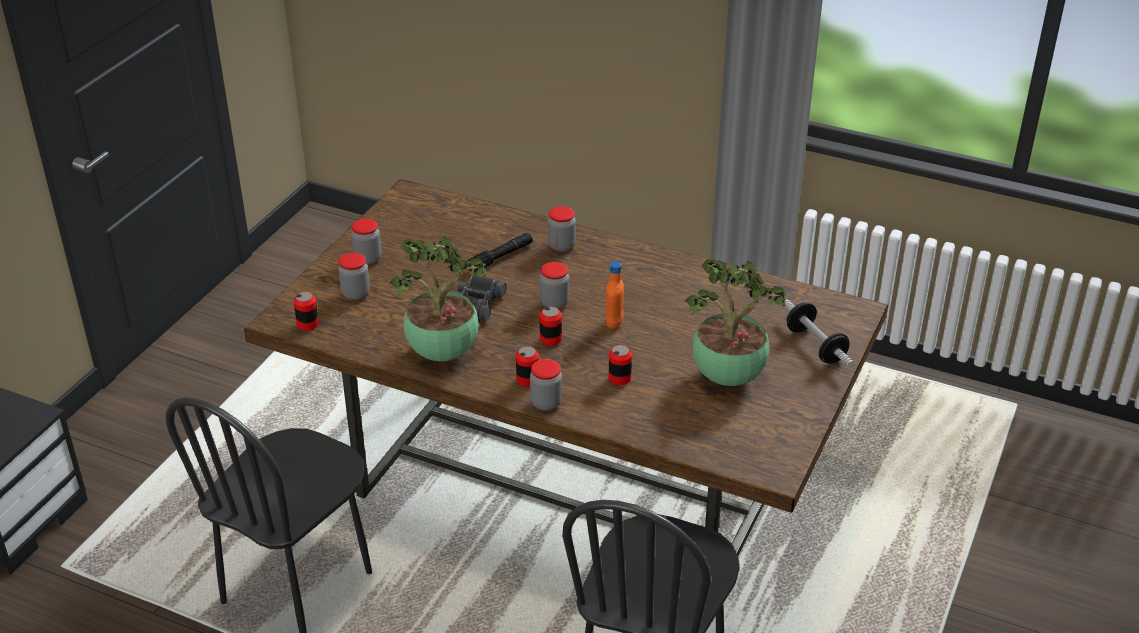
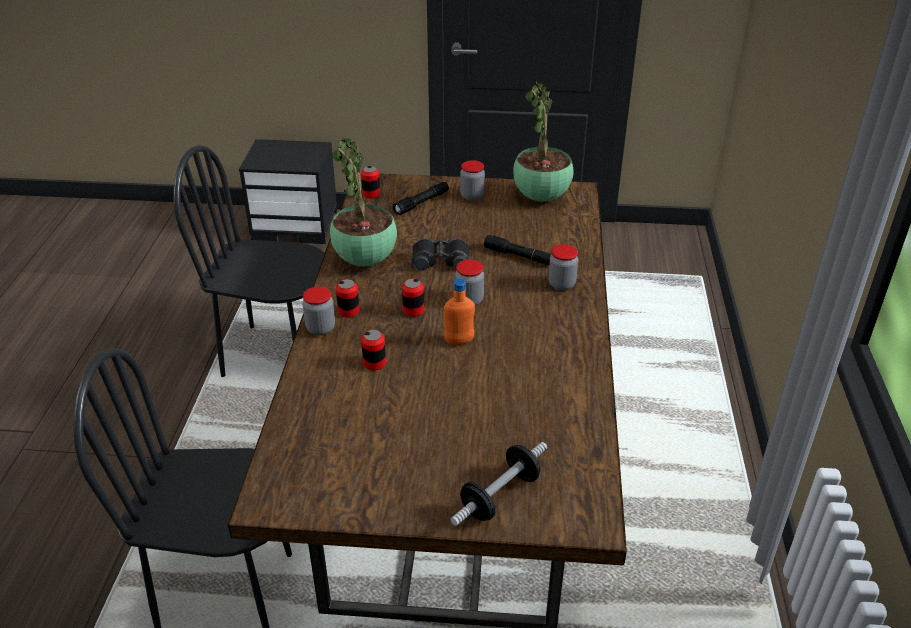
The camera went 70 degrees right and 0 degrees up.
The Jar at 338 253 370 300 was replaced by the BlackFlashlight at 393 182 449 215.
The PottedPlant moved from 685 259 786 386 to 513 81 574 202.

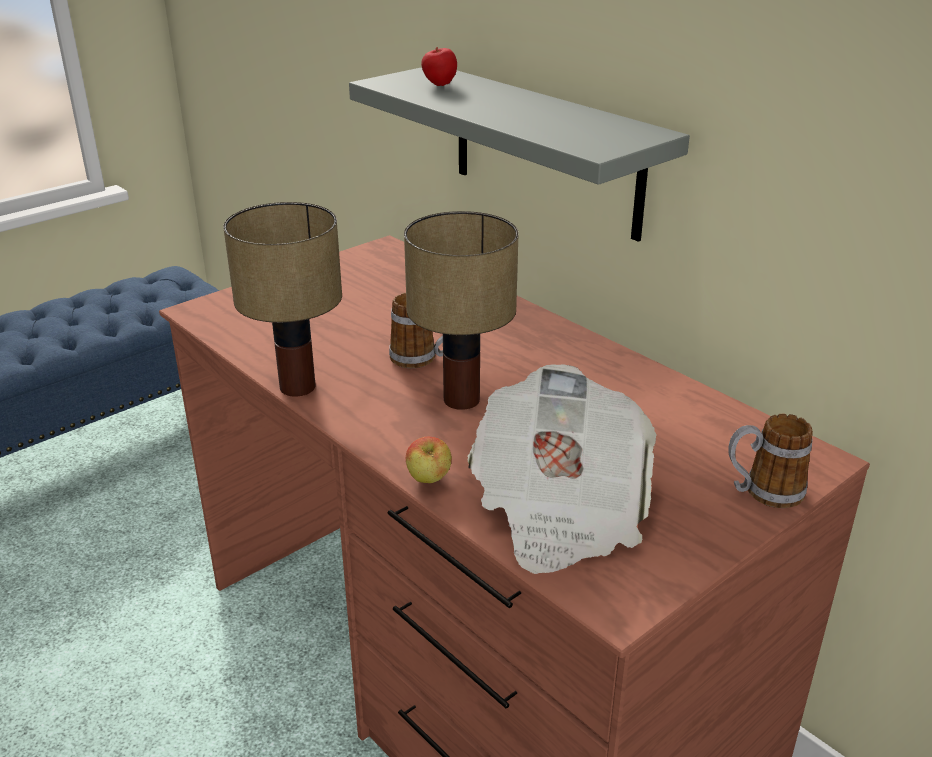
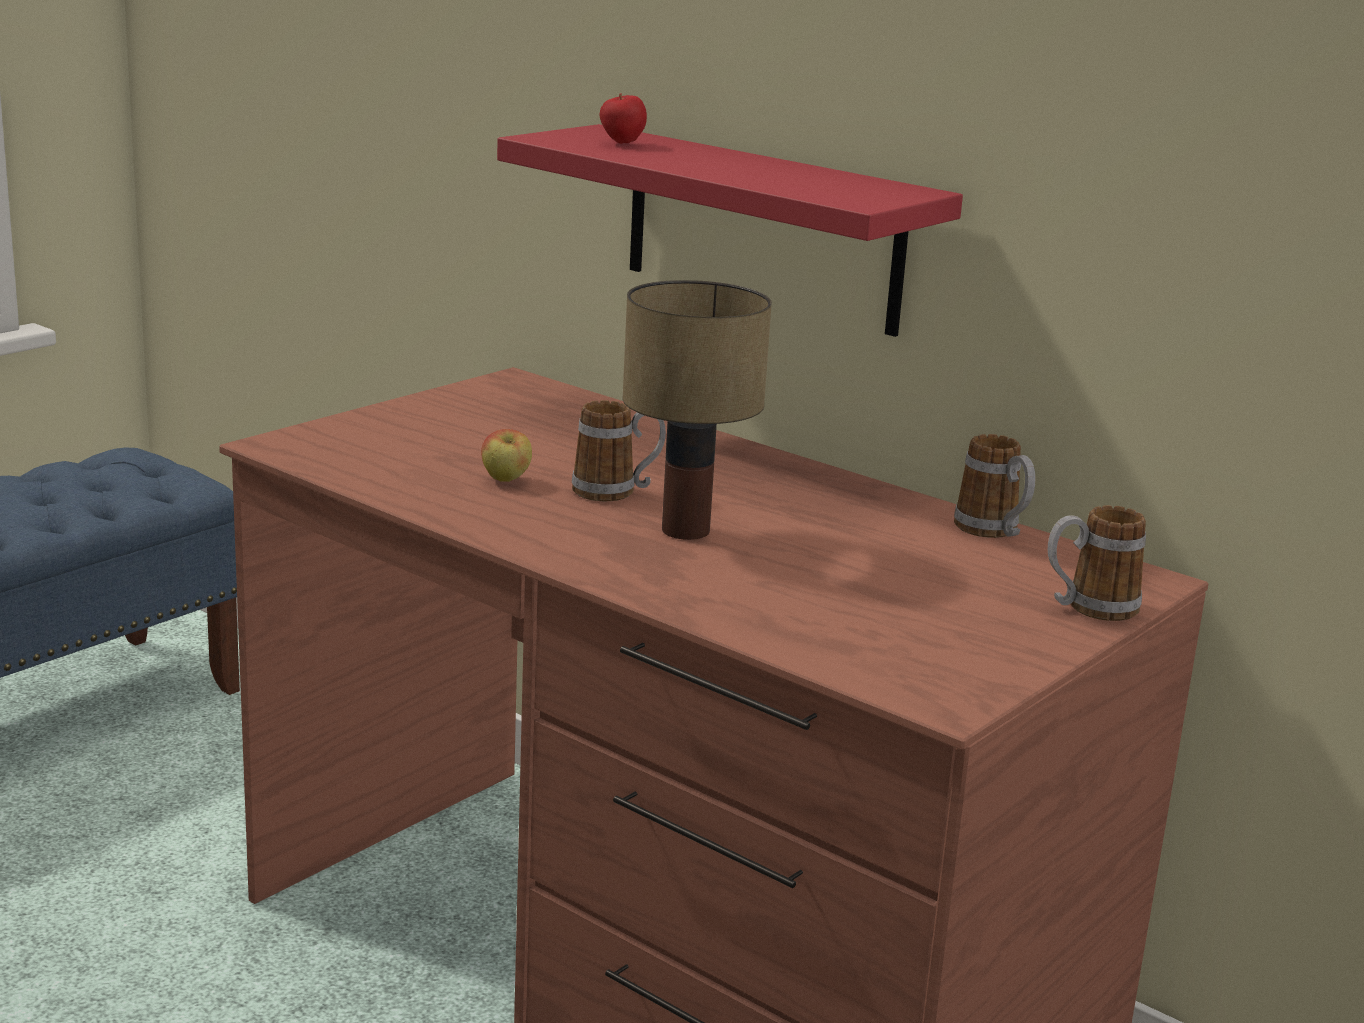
The camera went 10 degrees left and 10 degrees down.
The TableLamp at 223 202 342 397 disappeared.
The GreyShelf at 349 67 690 242 became the RedShelf at 497 124 963 337.
The Apple moved from 406 437 452 483 to 481 429 532 482.
The Newspaper at 468 364 657 574 disappeared.
The Mug at 954 434 1035 538 appeared.

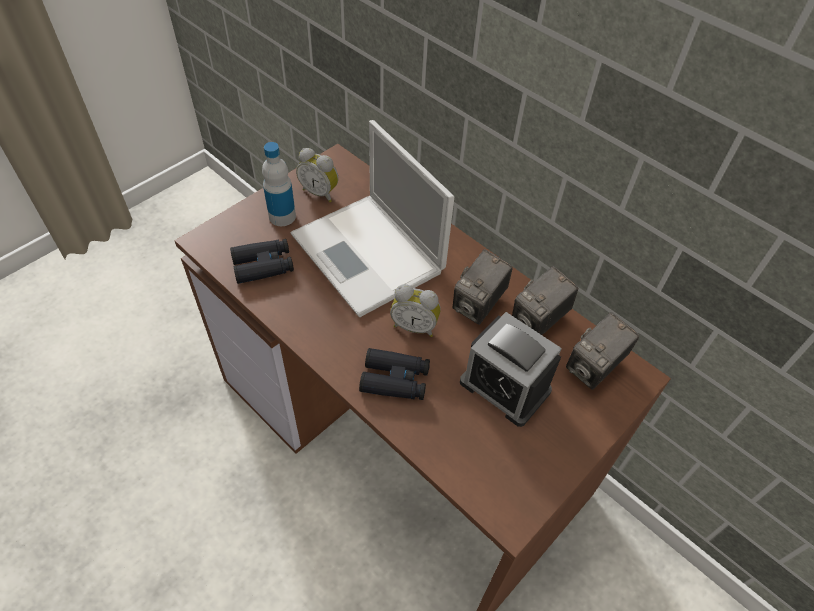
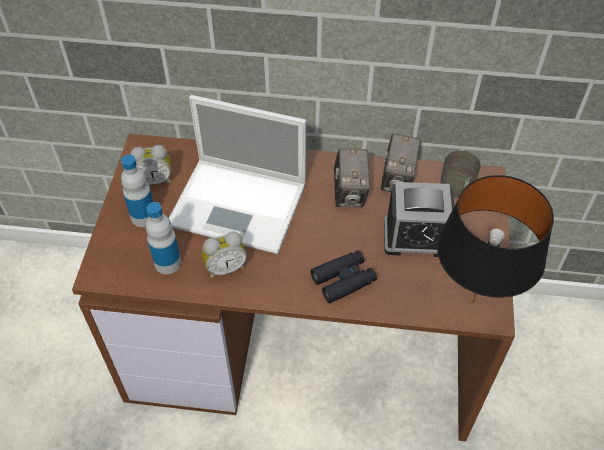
The camera went 35 degrees left and 0 degrees up.
The BlackBinoculars at 230 239 294 284 was replaced by the Bottle at 146 202 181 274.
The AlarmClock moved from 390 284 441 337 to 202 232 247 279.
The PhotoCamera at 566 312 639 390 was replaced by the GreyMug at 440 151 480 198.
The BlackTableLamp at 437 175 554 304 appeared.

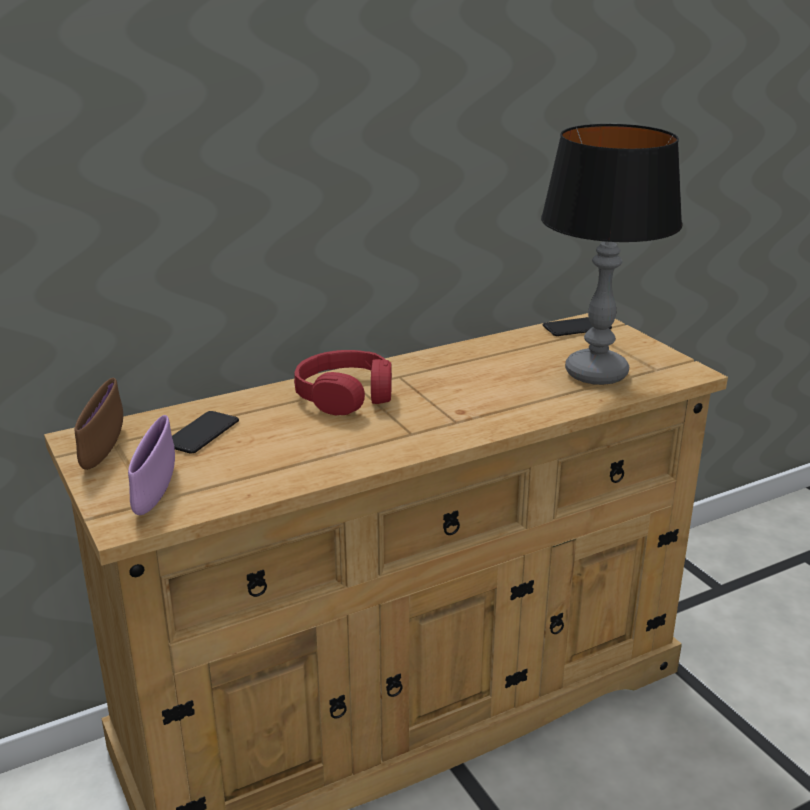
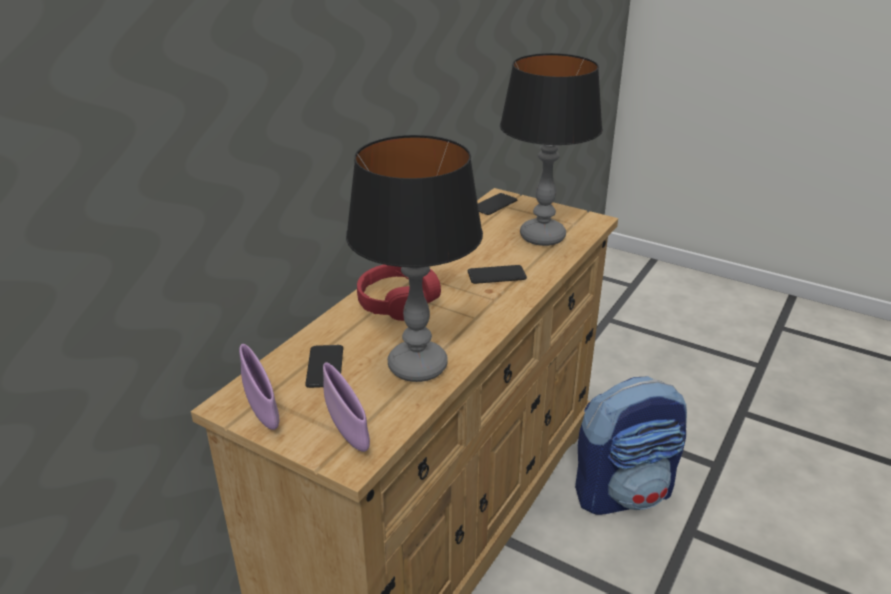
The camera went 30 degrees left and 5 degrees up.
The BrownBowl at 75 378 123 470 became the PurpleBowl at 239 344 279 430.
The TableLamp at 346 135 483 382 appeared.
The Phone at 468 265 527 284 appeared.
The Backpack at 575 376 687 515 appeared.

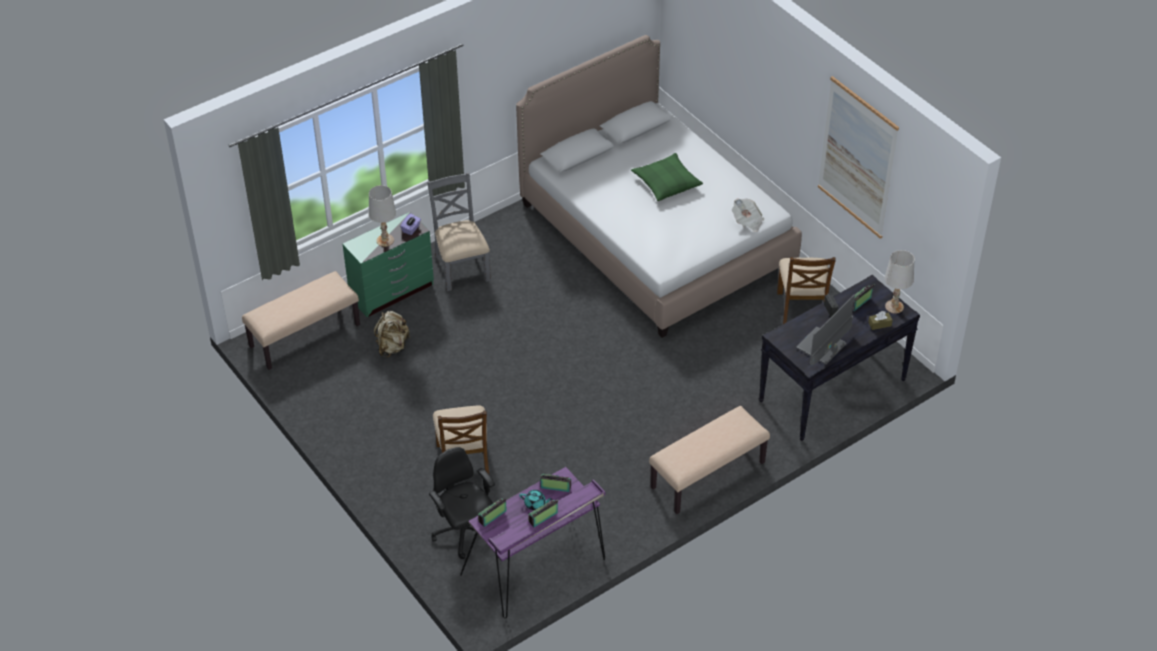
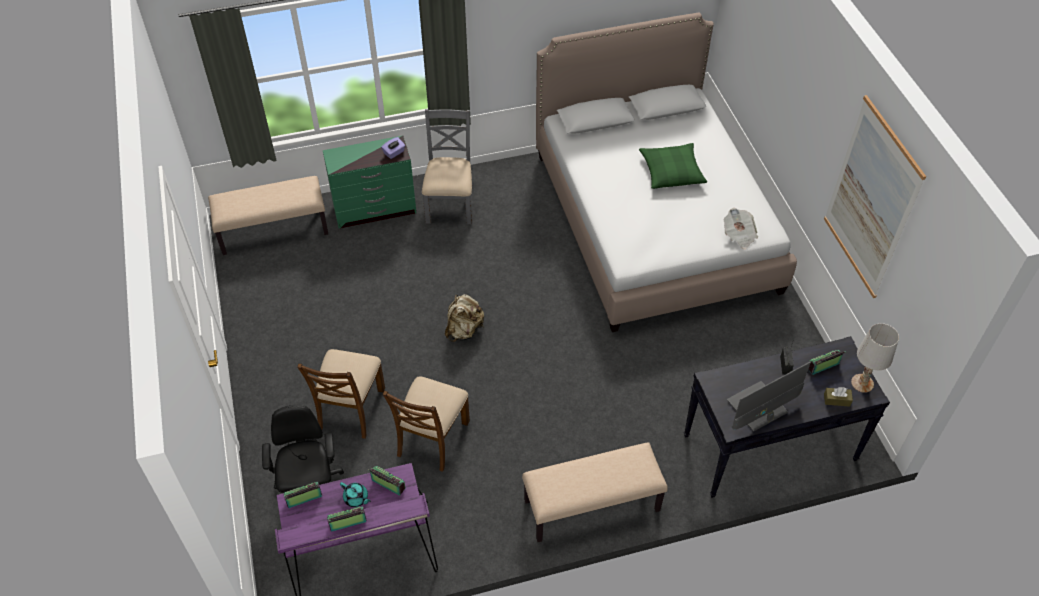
The camera went 20 degrees right and 5 degrees up.
The WhiteTableLamp at 369 185 396 247 disappeared.
The BeigeBackpack moved from 374 311 410 358 to 445 294 484 342.
The BrownChair moved from 777 257 836 324 to 383 376 470 472.

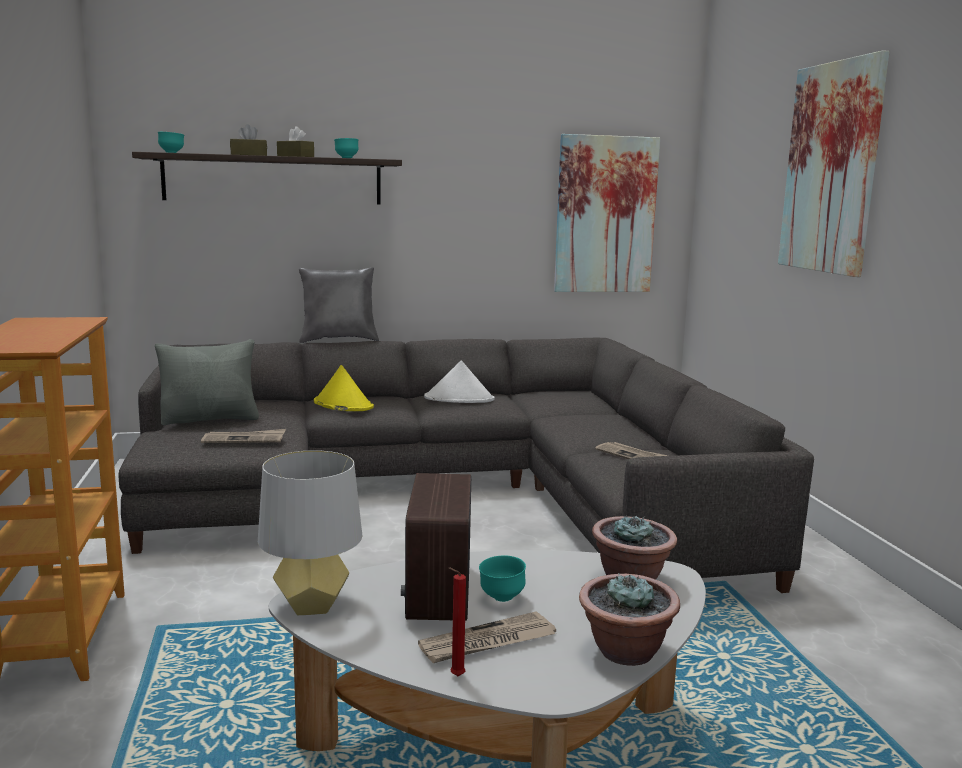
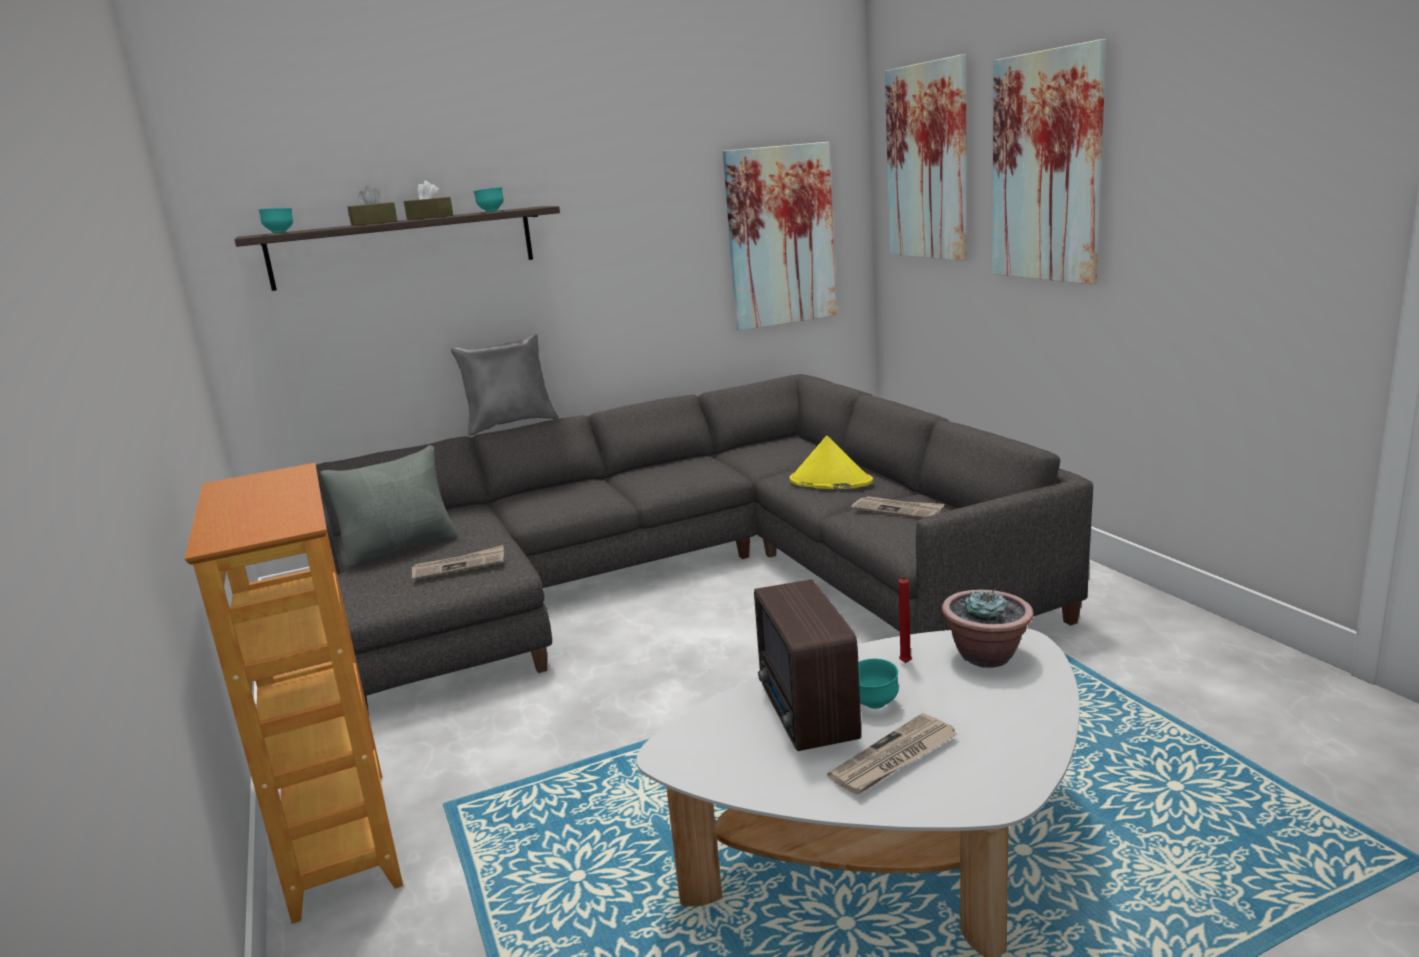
The camera went 10 degrees left and 5 degrees up.
The GreyTableLamp at 258 450 362 615 disappeared.
The YellowHat moved from 314 365 374 411 to 790 435 873 489.
The WhiteHat at 424 361 495 403 disappeared.
The RedCandle moved from 449 567 466 676 to 897 575 912 663.
The PottedPlant at 579 573 680 666 disappeared.
The Picture at 885 54 967 261 appeared.

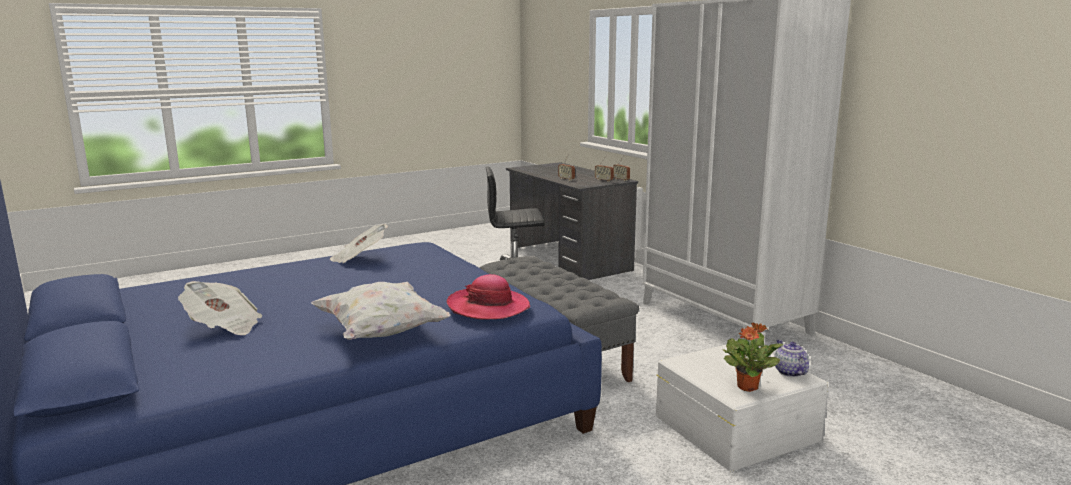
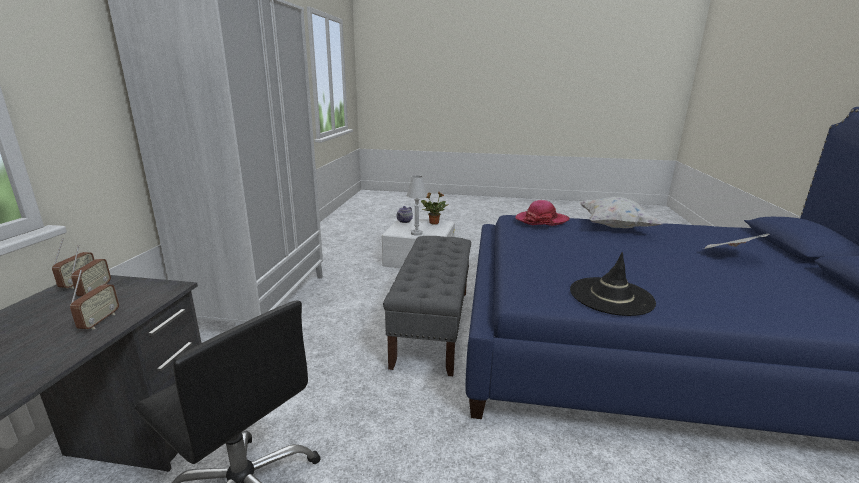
The camera went 140 degrees left and 5 degrees up.
The Newspaper at 330 224 388 263 was replaced by the BlackHat at 570 252 656 316.
The WhiteTableLamp at 407 176 427 235 appeared.

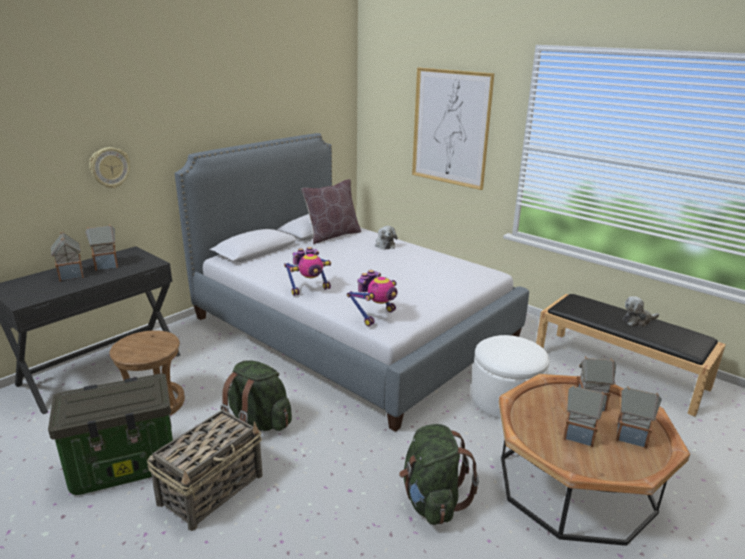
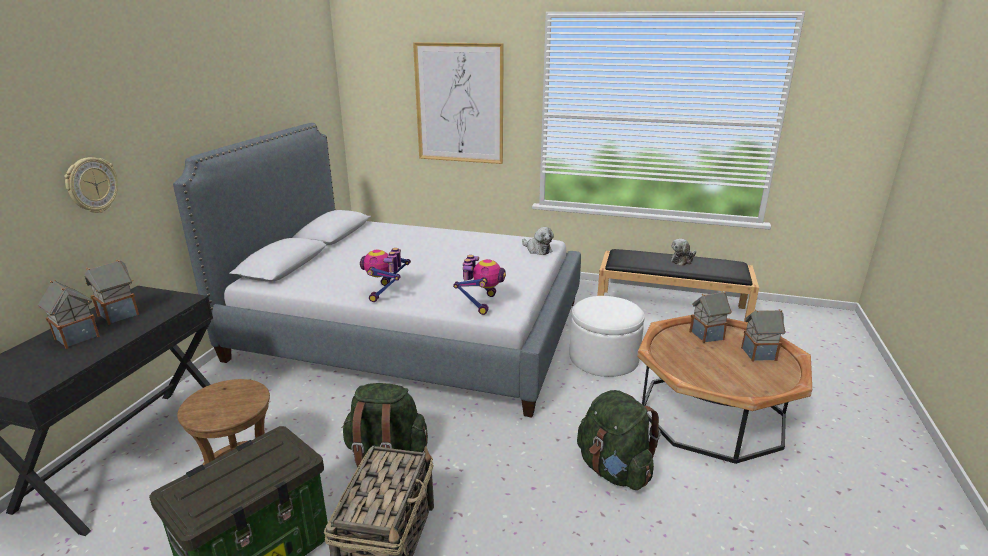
The camera went 25 degrees left and 0 degrees up.
The ToyRobot at 284 247 331 296 turned 150 degrees clockwise.
The BrownPillow at 301 179 361 244 disappeared.
The PlushToy moved from 375 226 397 250 to 522 227 554 255.
The ToyHouse at 563 385 607 448 disappeared.

